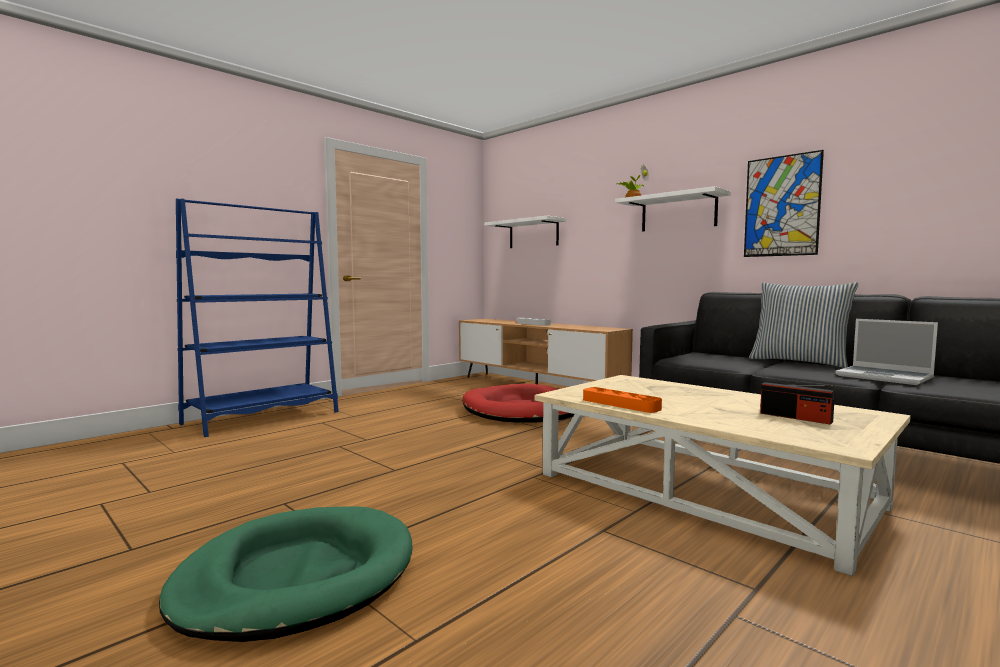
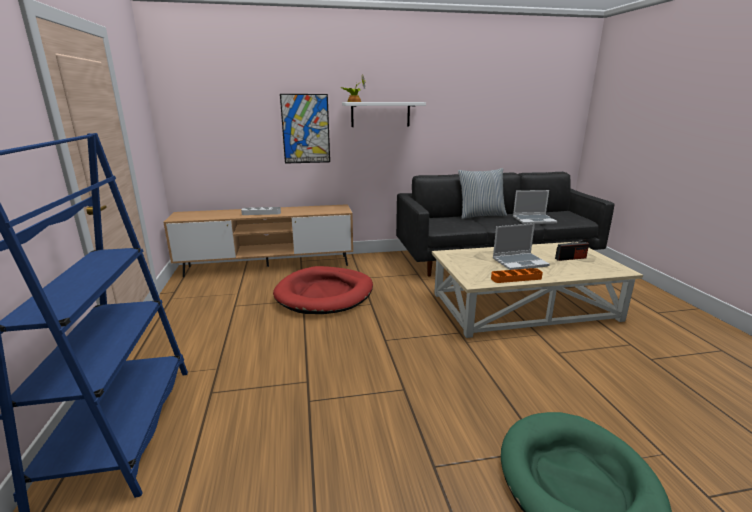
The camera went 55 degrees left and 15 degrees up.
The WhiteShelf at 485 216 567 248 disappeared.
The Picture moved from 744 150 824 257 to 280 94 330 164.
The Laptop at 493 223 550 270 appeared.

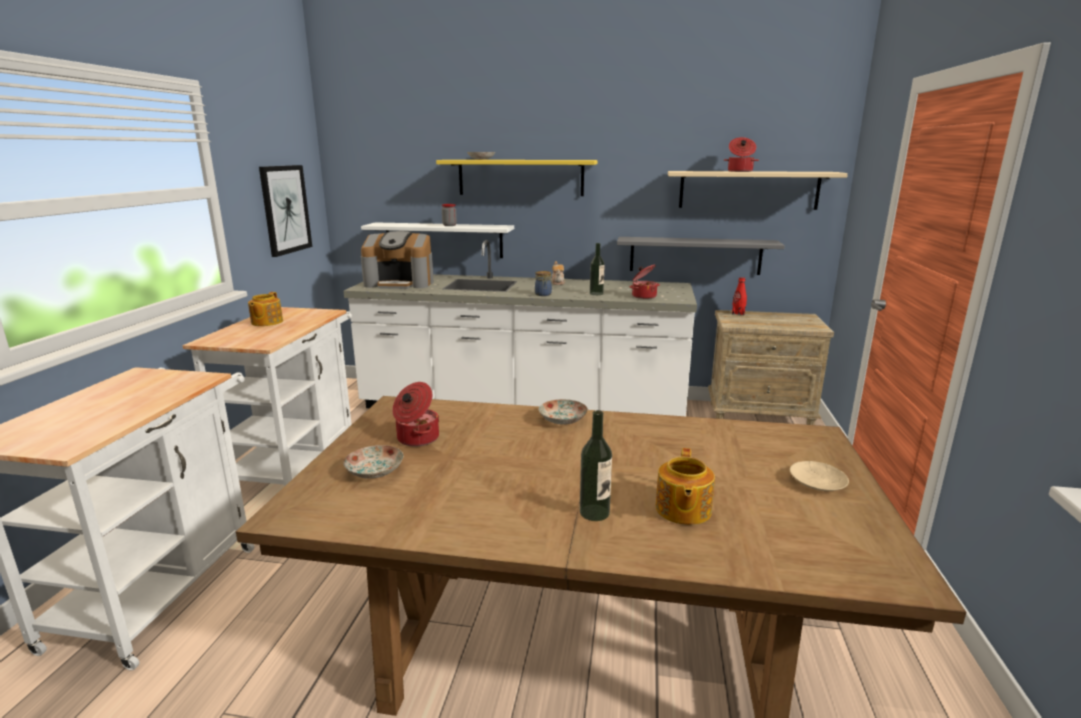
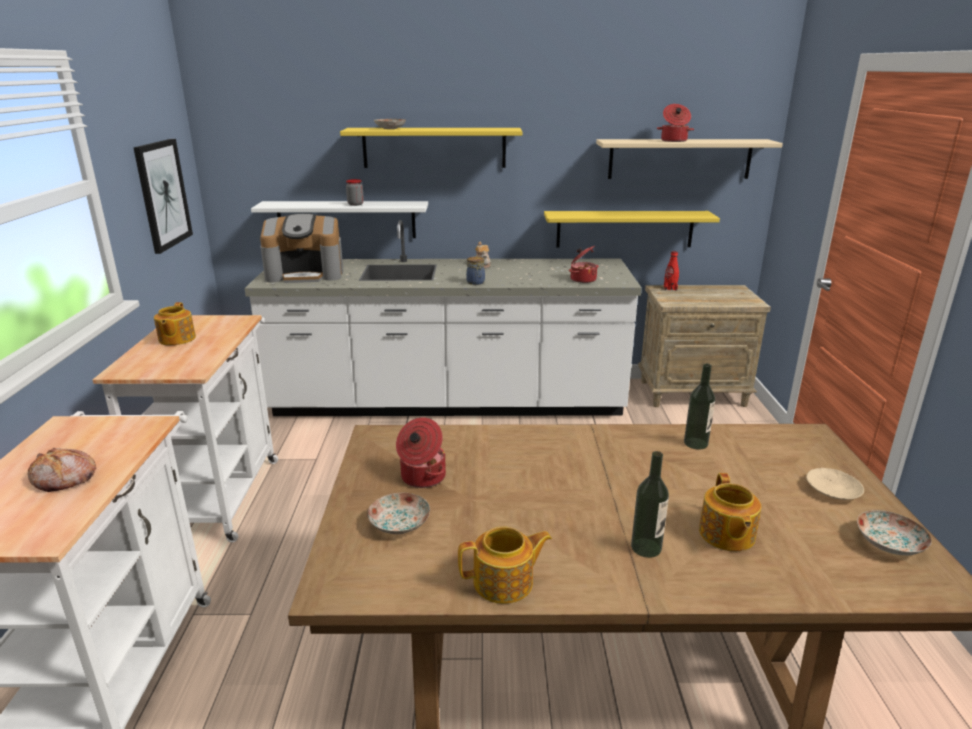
The camera went 10 degrees left and 5 degrees up.
The Plate moved from 539 399 588 425 to 857 510 932 555.
The Bottle moved from 590 243 605 295 to 684 364 715 450.
The GreyShelf at 617 237 785 275 became the YellowShelf at 544 211 720 248.
The Bread at 28 448 97 492 appeared.
The Teapot at 458 526 552 604 appeared.

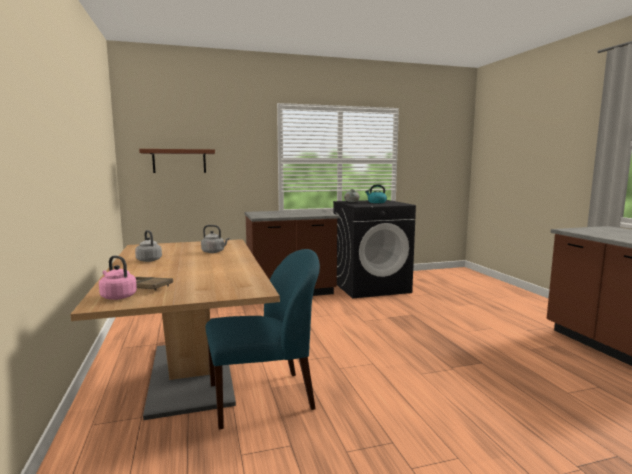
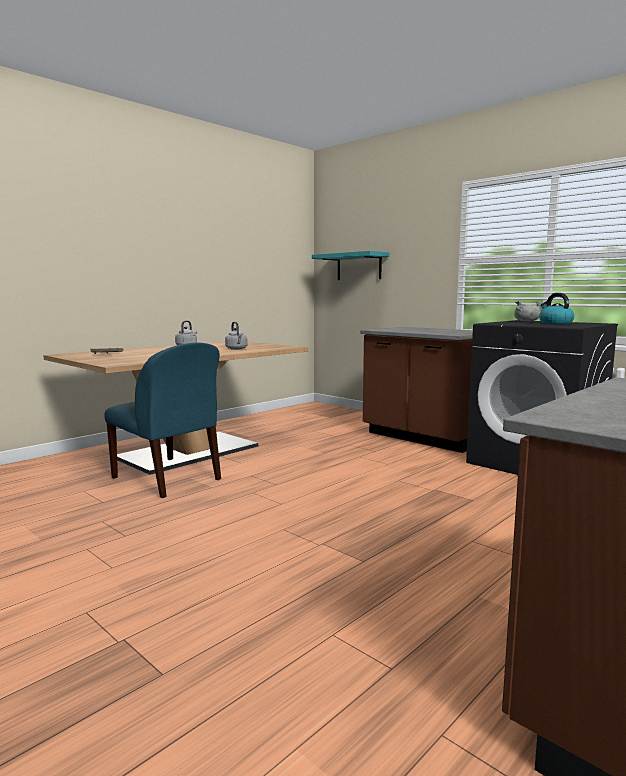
The camera went 60 degrees right and 0 degrees up.
The PinkKettle at 99 256 137 300 disappeared.
The BrownShelf at 139 149 215 173 became the TurquoiseShelf at 312 251 390 280.

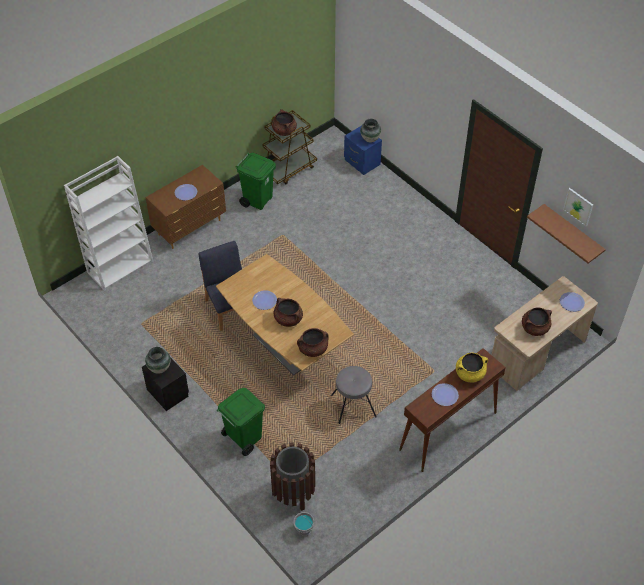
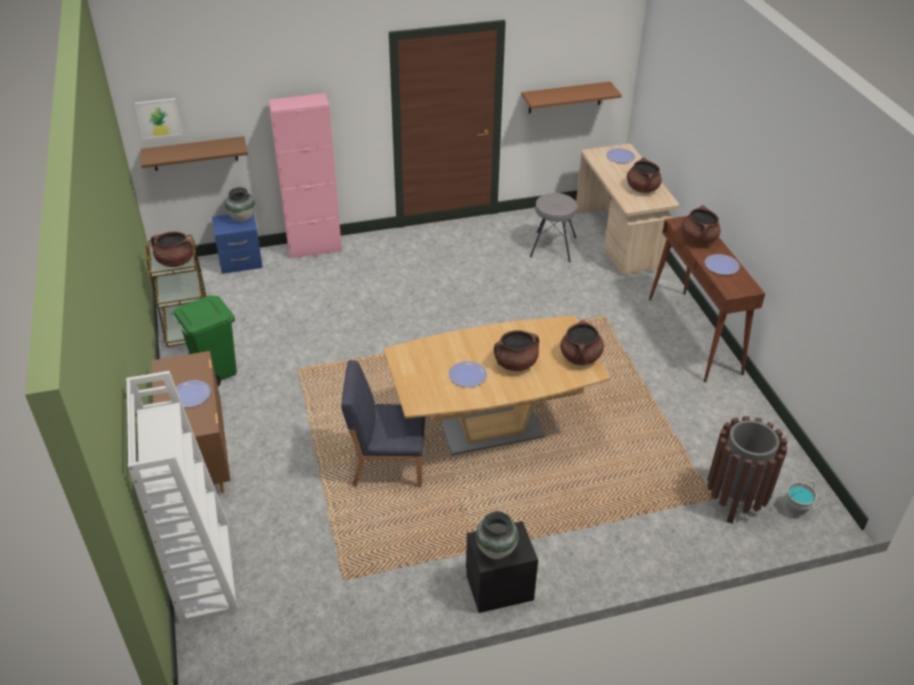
The camera went 65 degrees left and 10 degrees down.
The GreenTrashCan at 217 388 265 456 disappeared.
The GreyStool moved from 331 366 377 424 to 530 193 577 263.
The YellowCookingPot at 456 352 488 382 became the BrownCookingPot at 682 205 720 245.
The Picture moved from 563 188 593 227 to 135 98 182 139.
The BrownShelf at 140 136 248 171 appeared.
The PinkCabinet at 269 93 342 259 appeared.

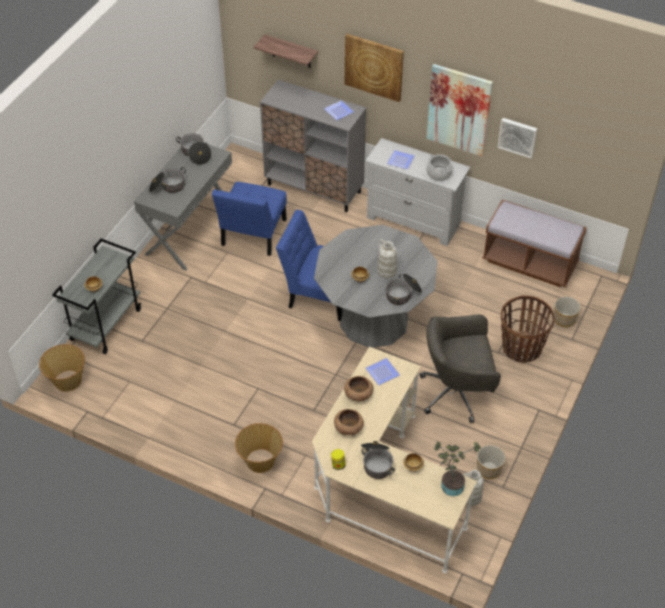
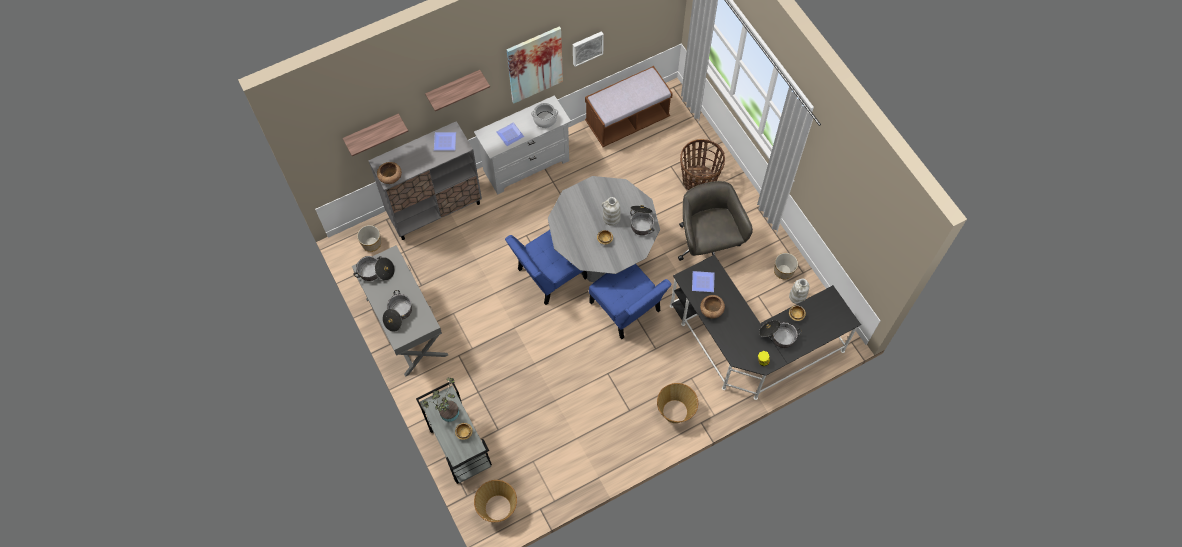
The camera went 55 degrees left and 15 degrees up.
The BlueChair moved from 212 182 287 256 to 589 264 672 339.
The BeigeDesk at 312 347 477 573 became the BlackDesk at 670 255 861 400.
The BrownBowl moved from 334 409 364 435 to 377 162 402 184.
The Picture at 344 34 404 102 was replaced by the Shelf at 425 70 490 111.
The GreyOfficeChair at 419 315 501 423 turned 135 degrees clockwise.
The PottedPlant moved from 434 442 481 496 to 422 377 459 422.
The Planter moved from 554 297 581 327 to 357 225 381 252.

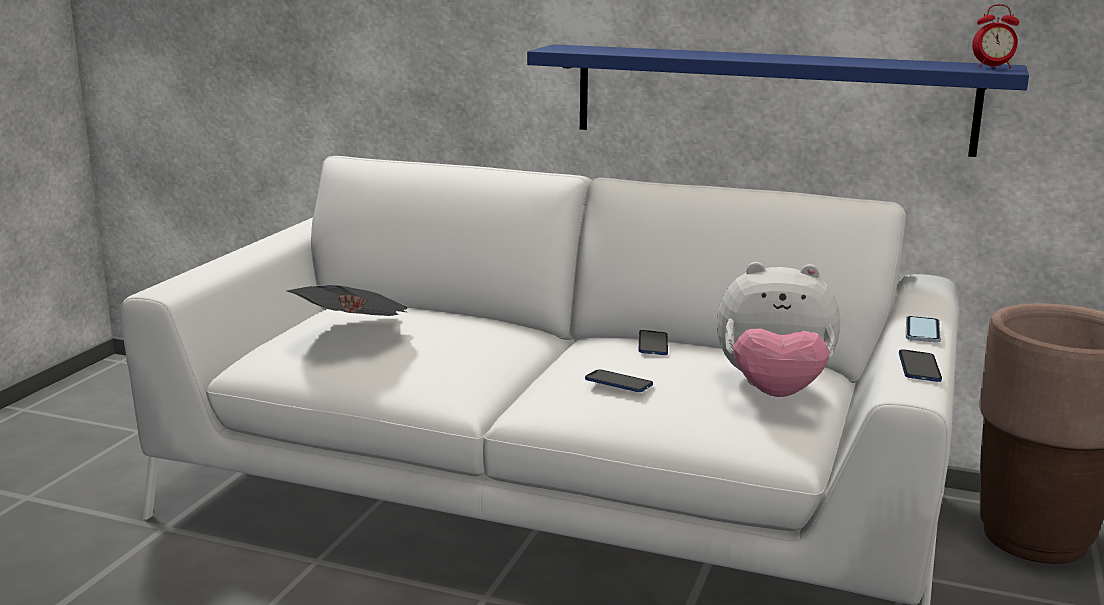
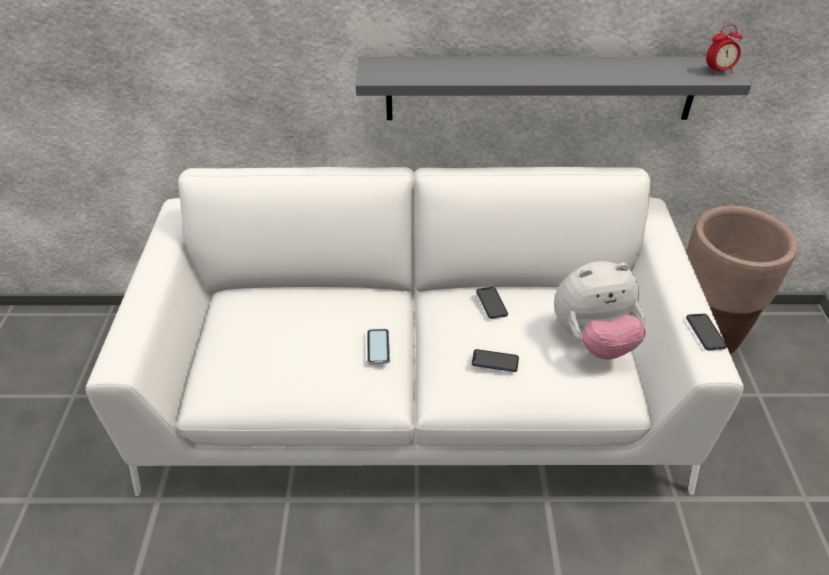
The camera went 20 degrees left and 25 degrees up.
The Newspaper at 287 285 408 316 disappeared.
The BlueShelf at 527 44 1029 157 became the GreyShelf at 355 57 751 120.
The Phone moved from 906 316 941 343 to 367 329 390 364.

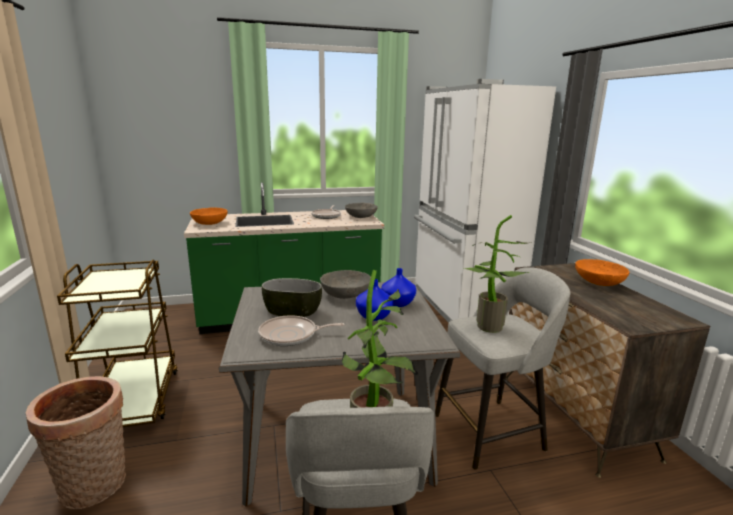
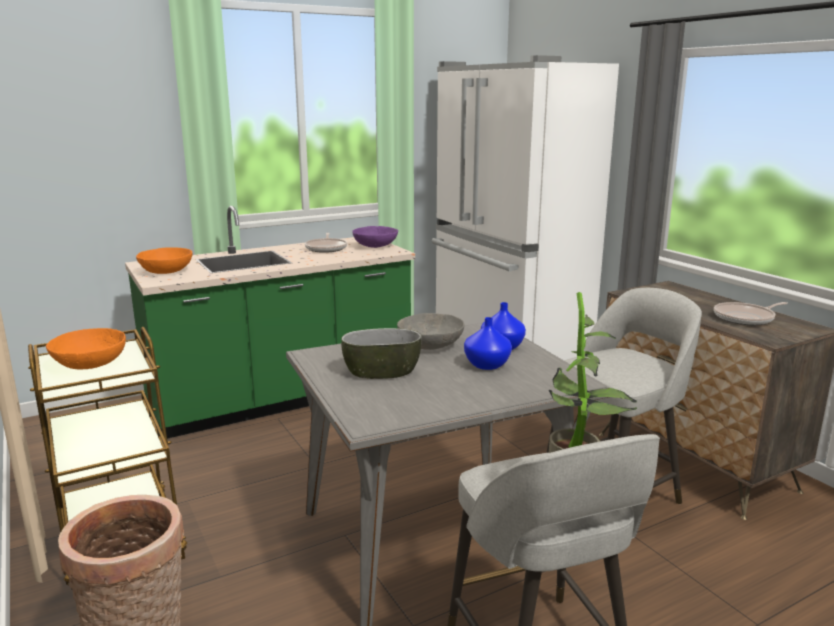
The camera went 15 degrees left and 0 degrees up.
The FryingPan moved from 258 315 344 346 to 714 302 788 325.
The GreyBowl at 345 203 378 218 became the PurpleBowl at 352 226 398 248.
The PottedPlant at 464 215 532 333 disappeared.
The OrangeBowl moved from 575 259 629 286 to 46 328 126 370.

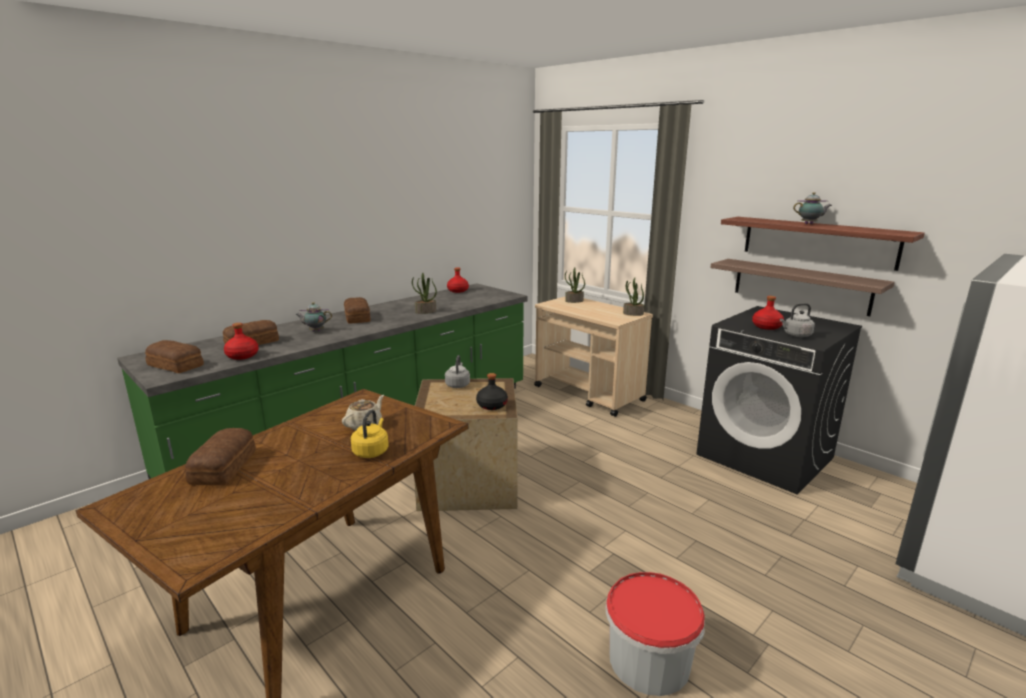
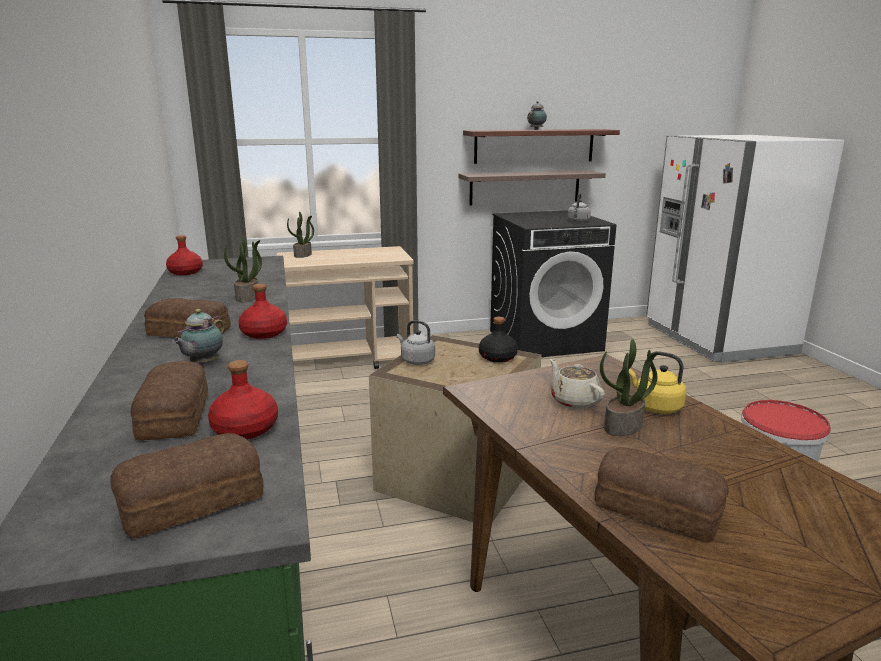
The camera went 60 degrees left and 0 degrees up.
The PottedPlant moved from 623 278 644 316 to 600 339 659 436.
The RedBottle moved from 752 296 784 330 to 238 284 287 339.

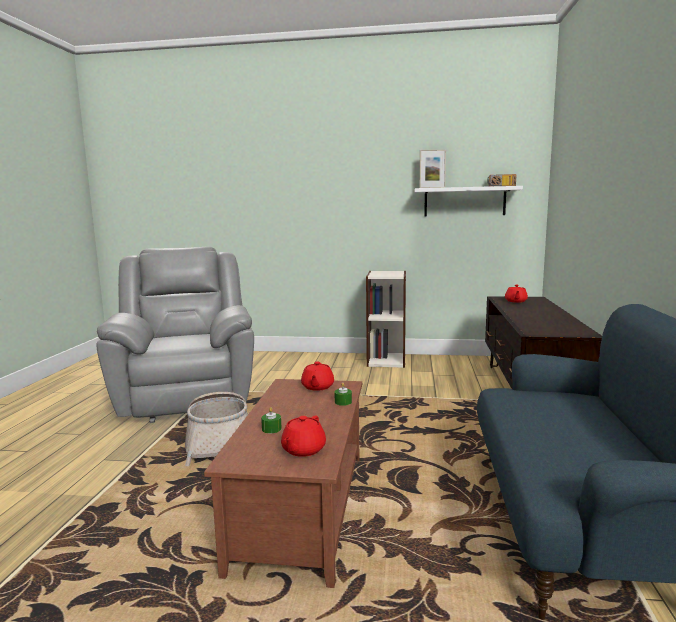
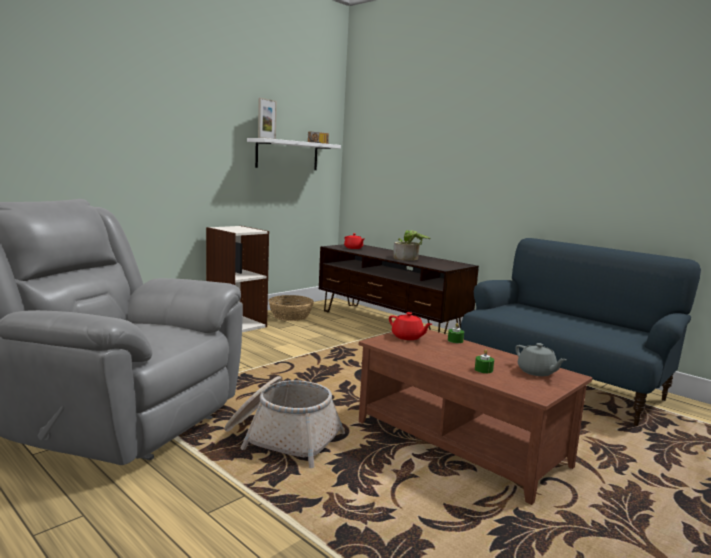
The camera went 55 degrees left and 0 degrees up.
The RedTeapot at 281 416 326 457 became the GreyTeapot at 515 343 566 376.
The Basket at 269 295 314 321 appeared.
The PottedPlant at 393 230 430 261 appeared.

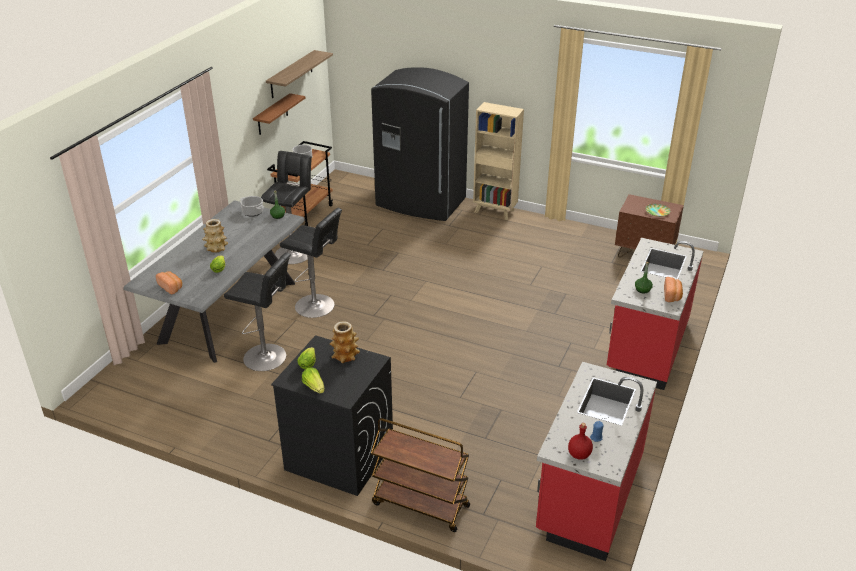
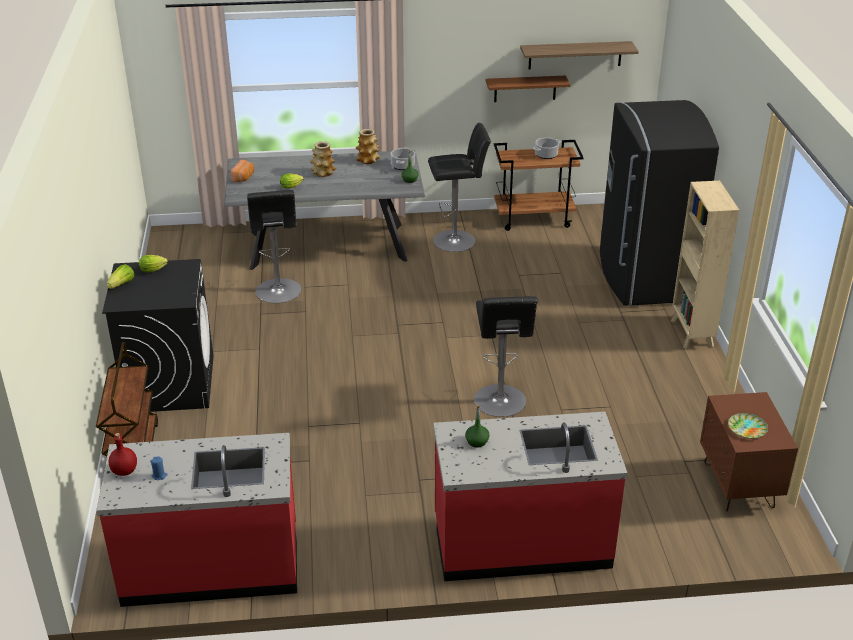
The camera went 60 degrees right and 0 degrees up.
The BlackStool moved from 280 208 342 318 to 474 296 537 417.
The Vase moved from 330 322 360 363 to 356 129 380 164.
The Bread at 664 277 683 302 disappeared.

